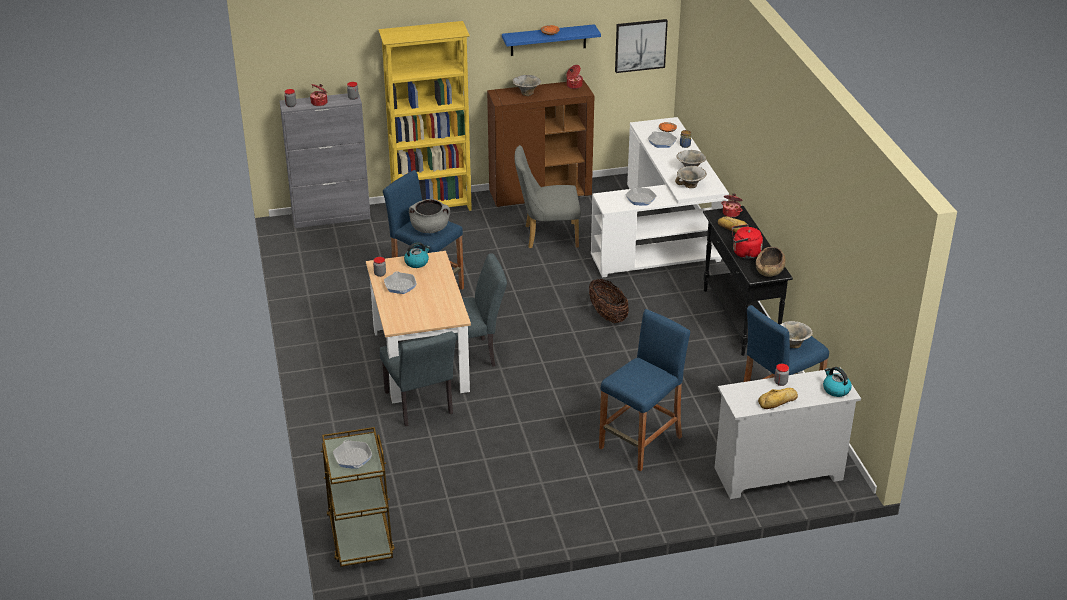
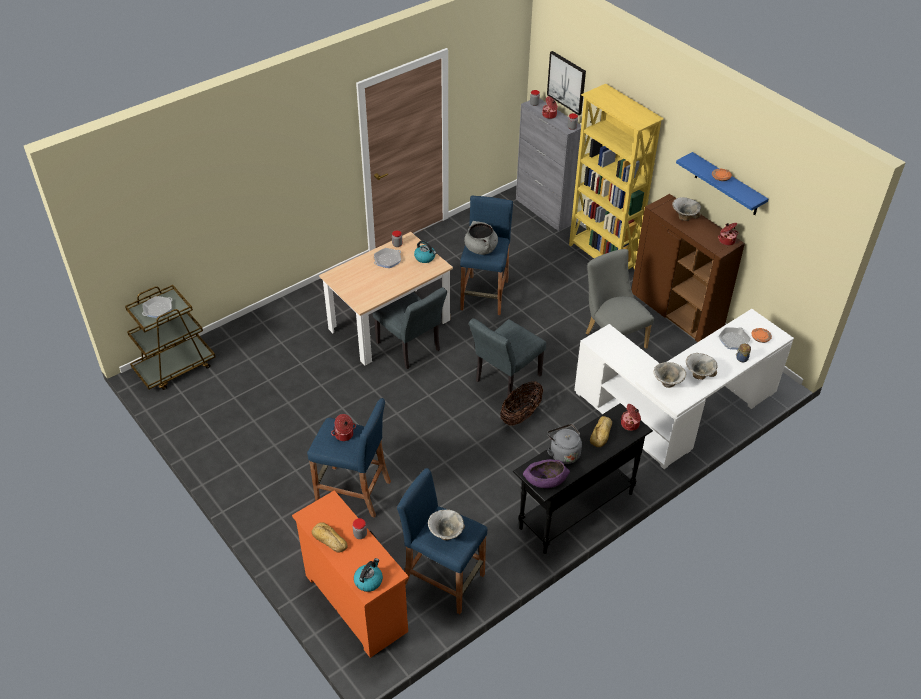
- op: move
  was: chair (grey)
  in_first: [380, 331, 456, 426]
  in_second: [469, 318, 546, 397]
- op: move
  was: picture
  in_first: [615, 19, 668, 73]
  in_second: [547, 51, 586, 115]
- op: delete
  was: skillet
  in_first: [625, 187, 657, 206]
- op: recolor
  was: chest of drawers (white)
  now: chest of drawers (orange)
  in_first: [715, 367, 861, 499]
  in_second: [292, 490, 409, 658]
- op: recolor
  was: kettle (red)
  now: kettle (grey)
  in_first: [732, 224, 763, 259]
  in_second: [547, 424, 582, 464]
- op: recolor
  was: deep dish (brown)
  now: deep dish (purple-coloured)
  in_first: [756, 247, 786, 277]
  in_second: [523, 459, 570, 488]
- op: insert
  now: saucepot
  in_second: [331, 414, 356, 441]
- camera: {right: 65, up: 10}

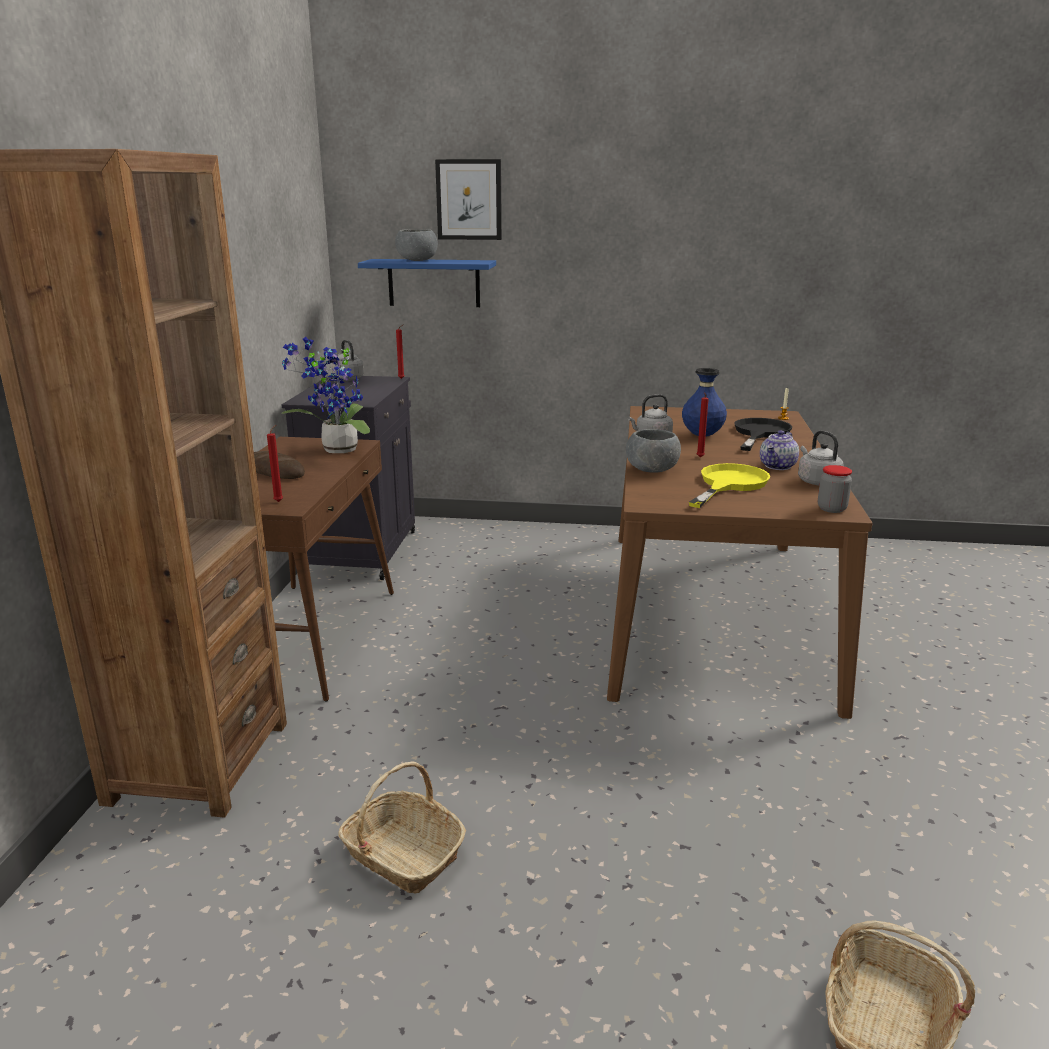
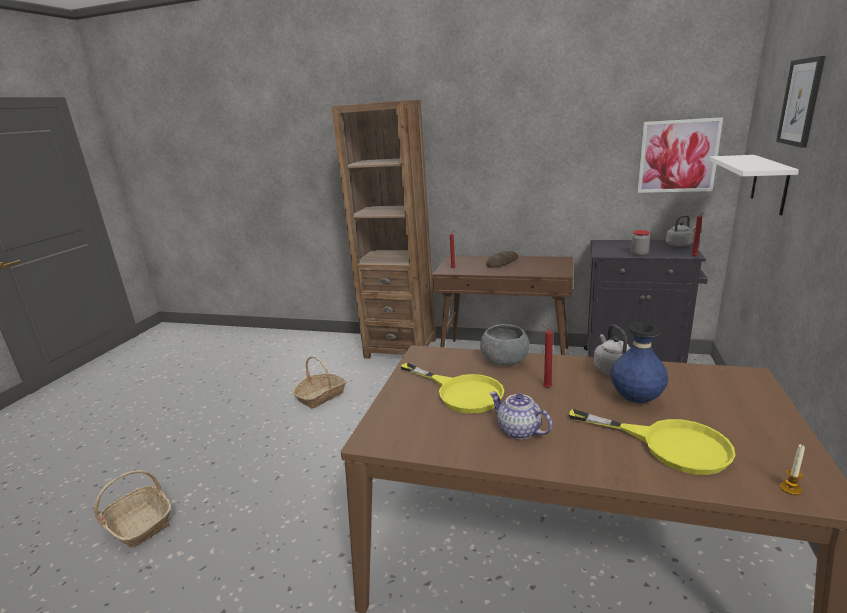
- op: delete
  was: houseplant
  in_first: [282, 337, 370, 453]
- op: recolor
  was: bracket shelf (bluish)
  now: bracket shelf (white)
  in_first: [358, 259, 496, 307]
  in_second: [709, 155, 799, 215]
- op: delete
  was: deep dish (grey)
  in_first: [395, 229, 438, 261]
- op: recolor
  was: skillet (black)
  now: skillet (yellow)
  in_first: [734, 418, 792, 451]
  in_second: [569, 409, 735, 475]
- op: delete
  was: kettle (grey)
  in_first: [798, 430, 844, 486]
- op: move
  was: jar
  in_first: [818, 465, 852, 513]
  in_second: [631, 230, 650, 256]
- op: insert
  now: picture
  in_second: [637, 117, 723, 193]
- camera: {right: 100, up: 0}

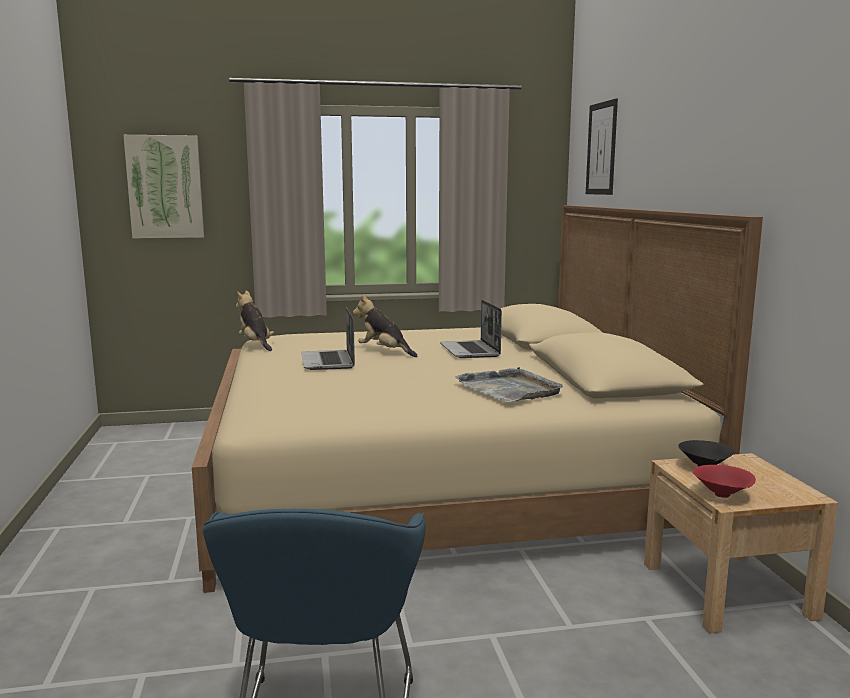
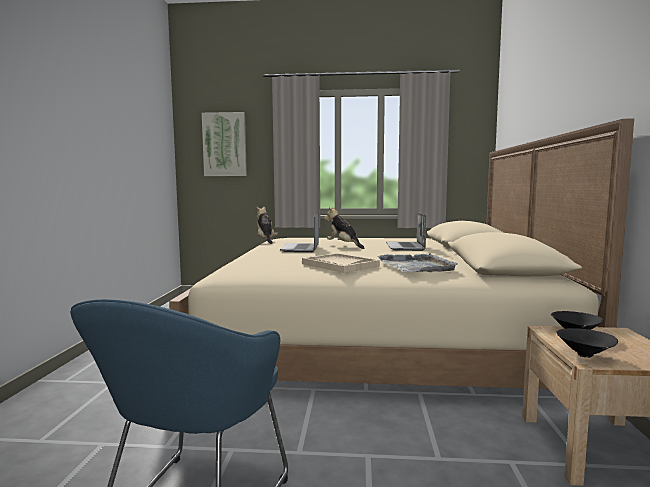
- op: delete
  was: picture
  in_first: [586, 98, 618, 195]
- op: recolor
  was: deep dish (red)
  now: deep dish (black)
  in_first: [693, 465, 756, 498]
  in_second: [556, 328, 618, 358]
- op: insert
  now: serving tray (sand-coloured)
  in_second: [302, 253, 380, 273]
- camera: {right: 15, up: -5}

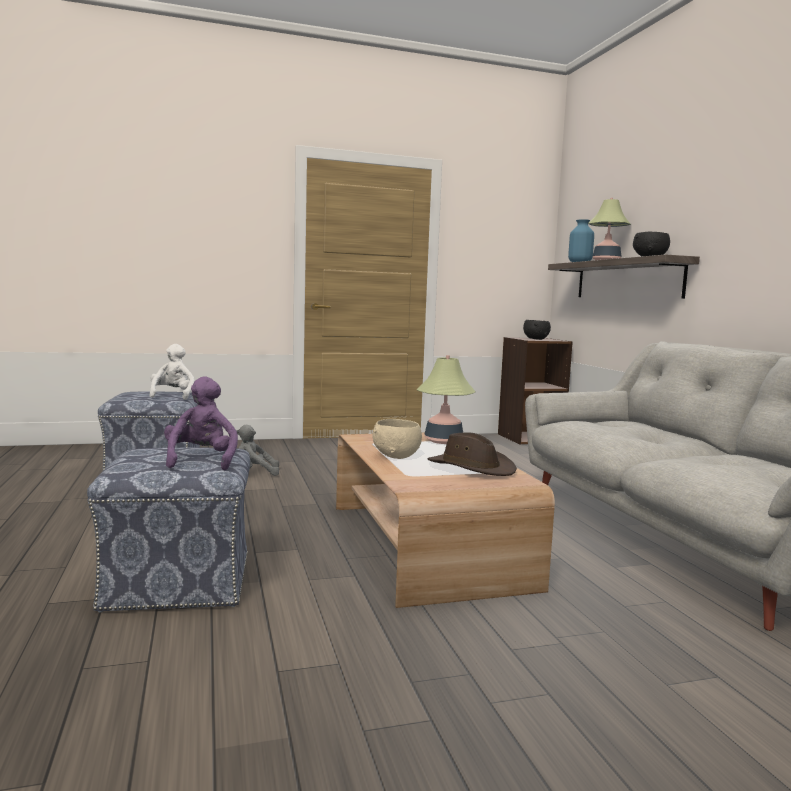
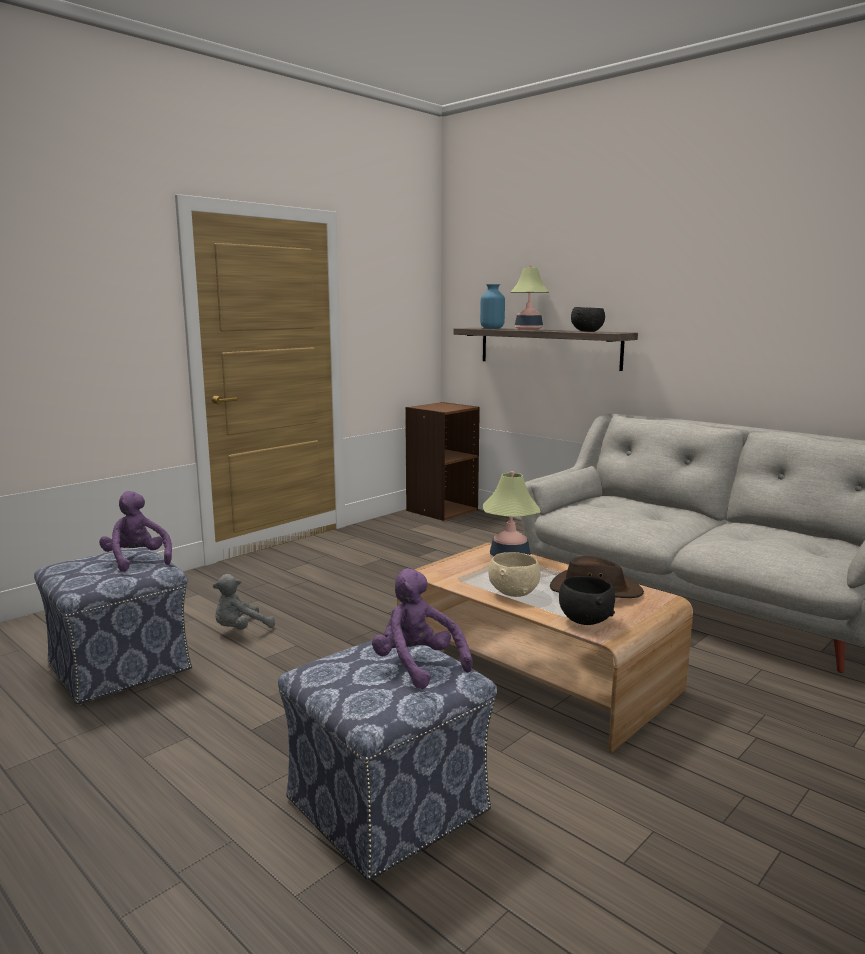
- op: recolor
  was: cuddly toy (white)
  now: cuddly toy (purple-coloured)
  in_first: [149, 344, 195, 400]
  in_second: [99, 491, 172, 572]
- op: move
  was: deep dish (black)
  in_first: [523, 320, 551, 340]
  in_second: [559, 576, 615, 625]
- camera: {right: -30, up: 5}

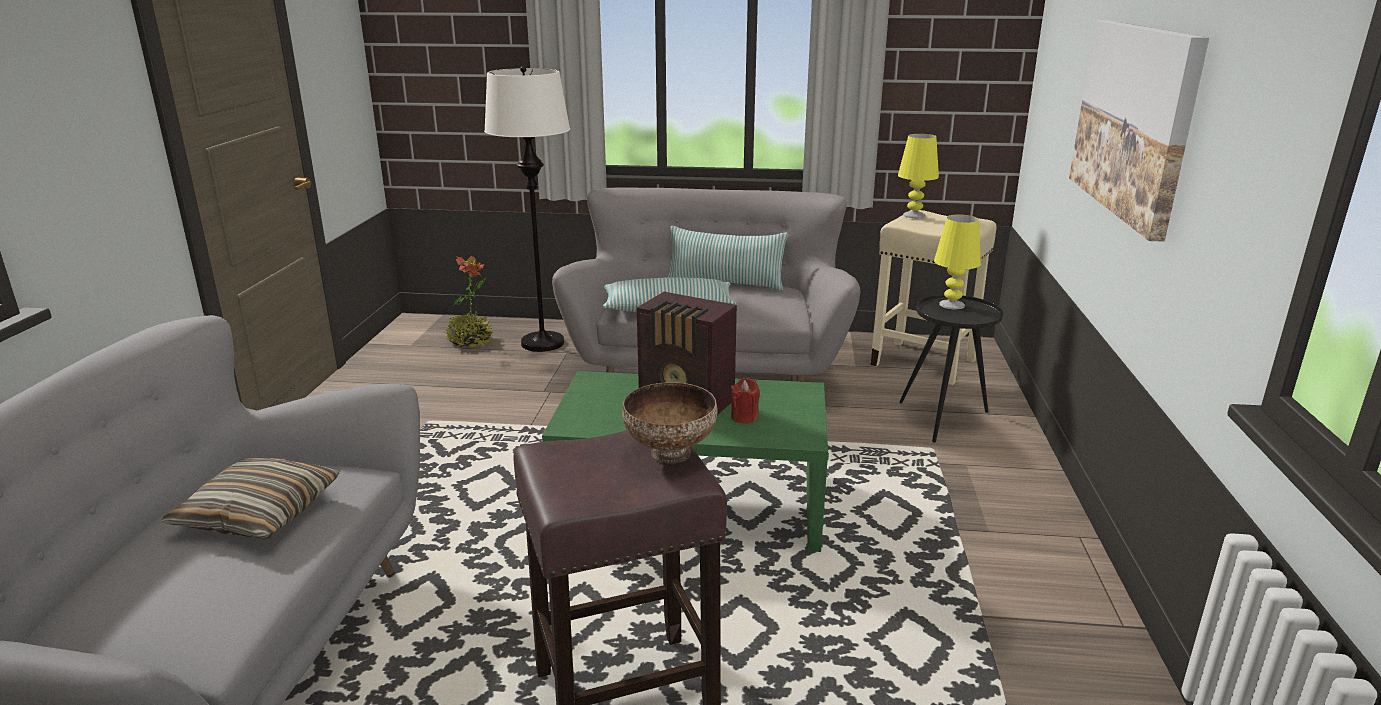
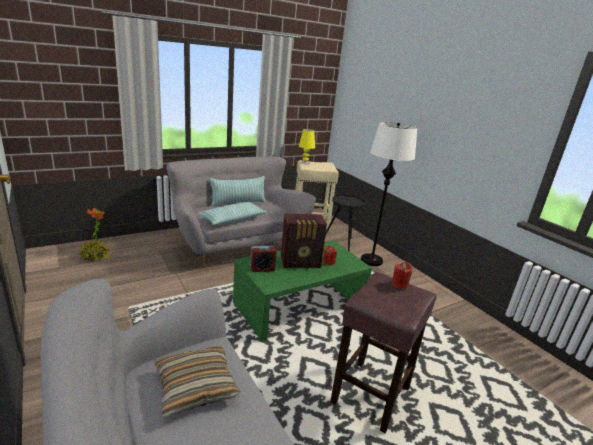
- op: move
  was: standing lamp (white)
  in_first: [484, 66, 570, 352]
  in_second: [361, 122, 417, 266]
- op: replace
  was: deep dish
  now: wax candle (red)
  in_first: [622, 382, 718, 464]
  in_second: [392, 262, 412, 289]
- op: delete
  was: tabletop lamp (yellow)
  in_first: [934, 215, 981, 309]
- op: delete
  was: picture
  in_first: [1069, 20, 1209, 242]
- op: insert
  now: table clock
  in_second: [250, 246, 277, 272]
- camera: {right: -40, up: 0}

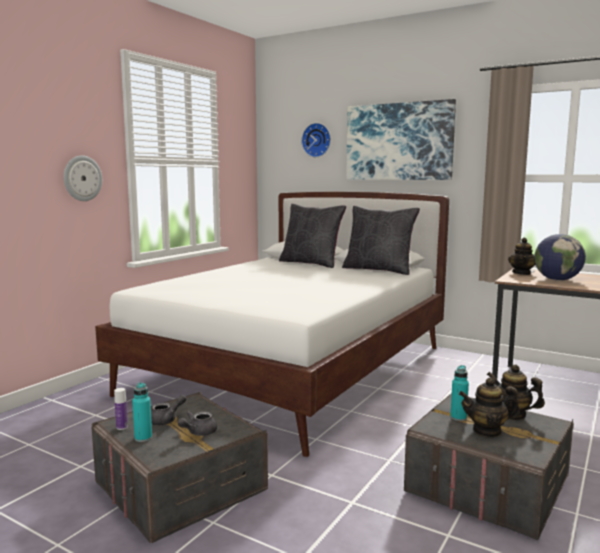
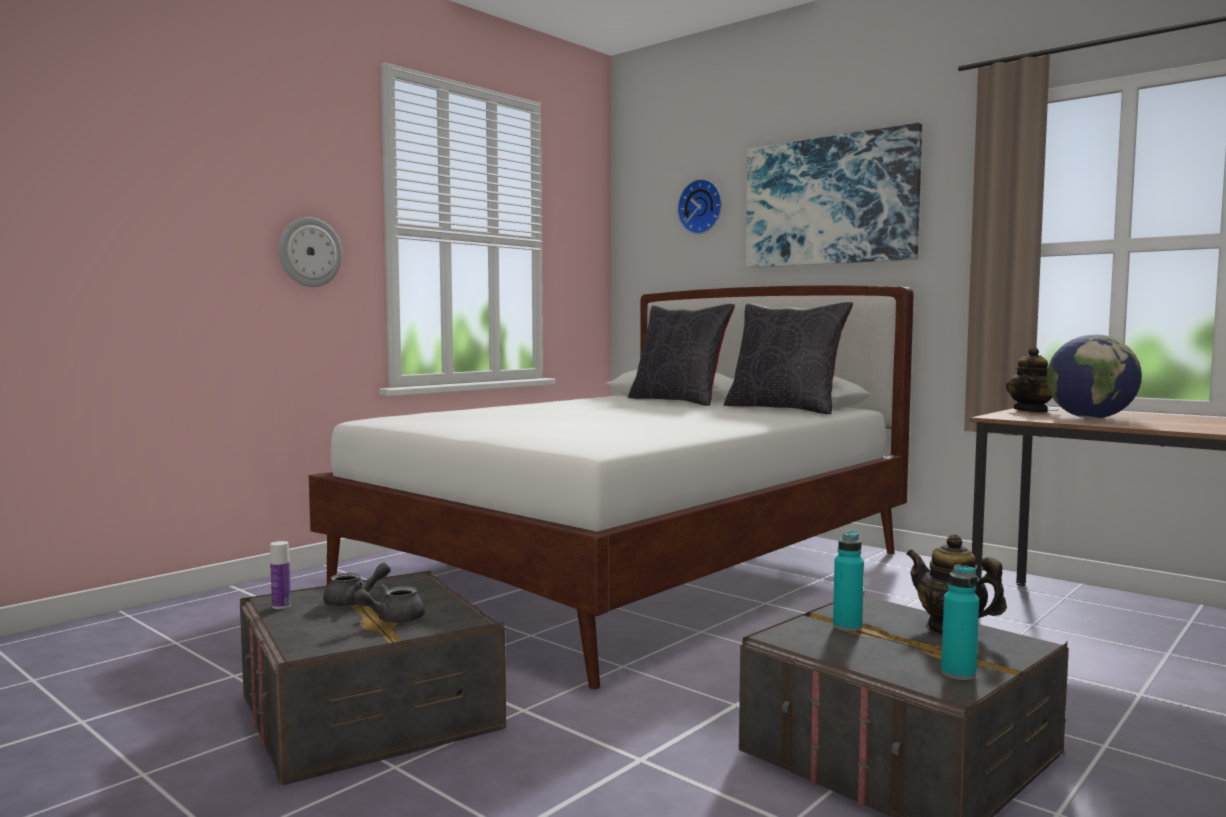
- op: move
  was: beverage bottle (turquoise)
  in_first: [132, 382, 152, 442]
  in_second: [941, 564, 979, 680]
- op: delete
  was: teapot
  in_first: [459, 377, 520, 437]
- camera: {right: 10, up: -5}

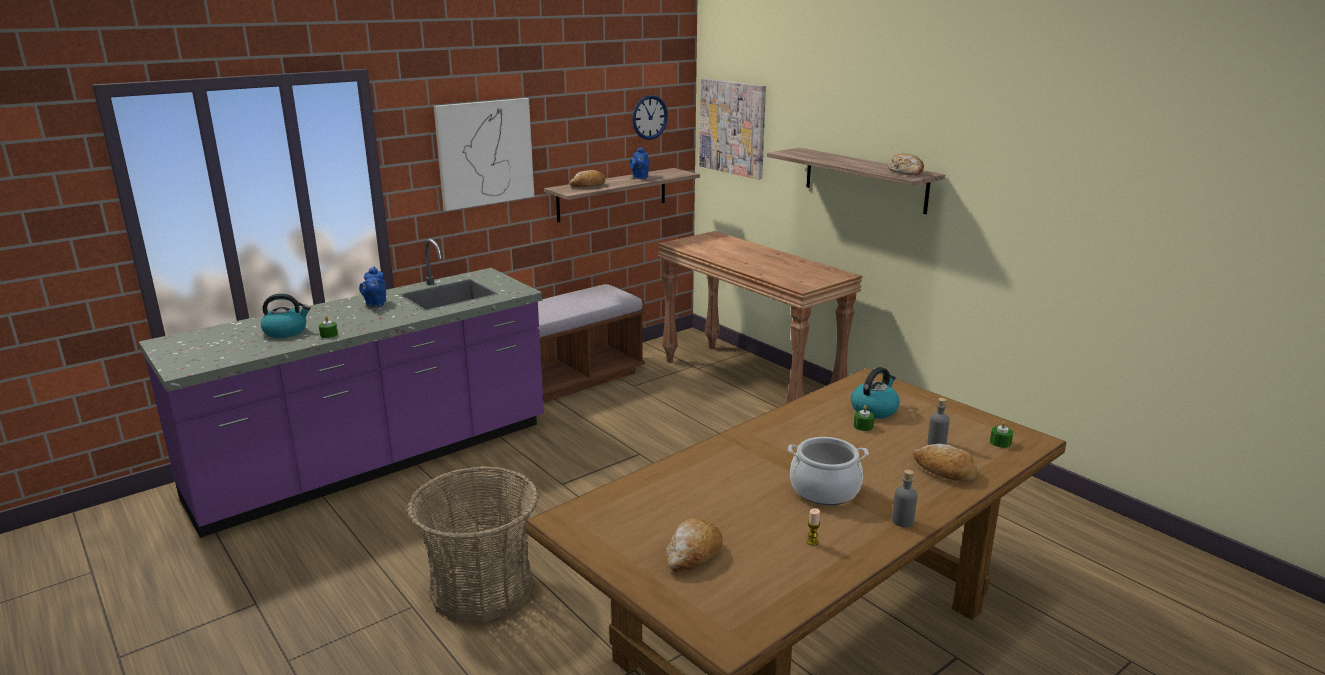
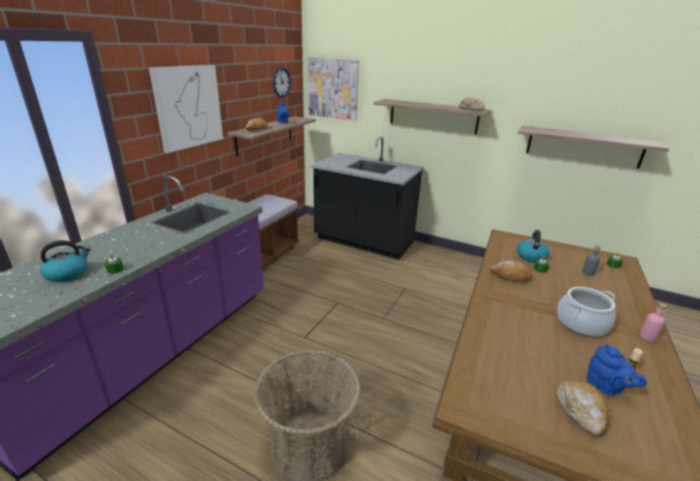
- op: move
  was: teapot (bluish)
  in_first: [359, 266, 386, 307]
  in_second: [586, 344, 647, 396]
- op: replace
  was: narrow table (brown)
  now: kitchen base unit (black)
  in_first: [658, 231, 862, 404]
  in_second: [311, 136, 424, 260]
- op: recolor
  was: beverage bottle (grey)
  now: beverage bottle (pinkish)
  in_first: [892, 469, 917, 527]
  in_second: [639, 303, 667, 341]
- op: move
  was: baked bread
  in_first: [913, 443, 979, 481]
  in_second: [490, 261, 532, 282]
- op: insert
  now: bracket shelf
  in_second: [518, 126, 669, 168]
- camera: {right: -25, up: 5}

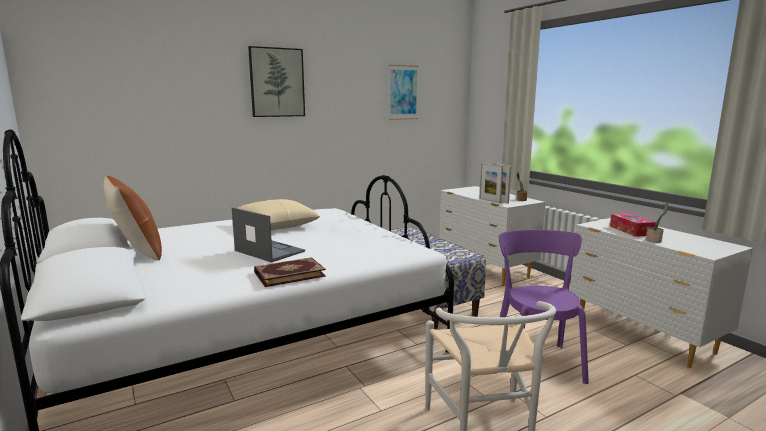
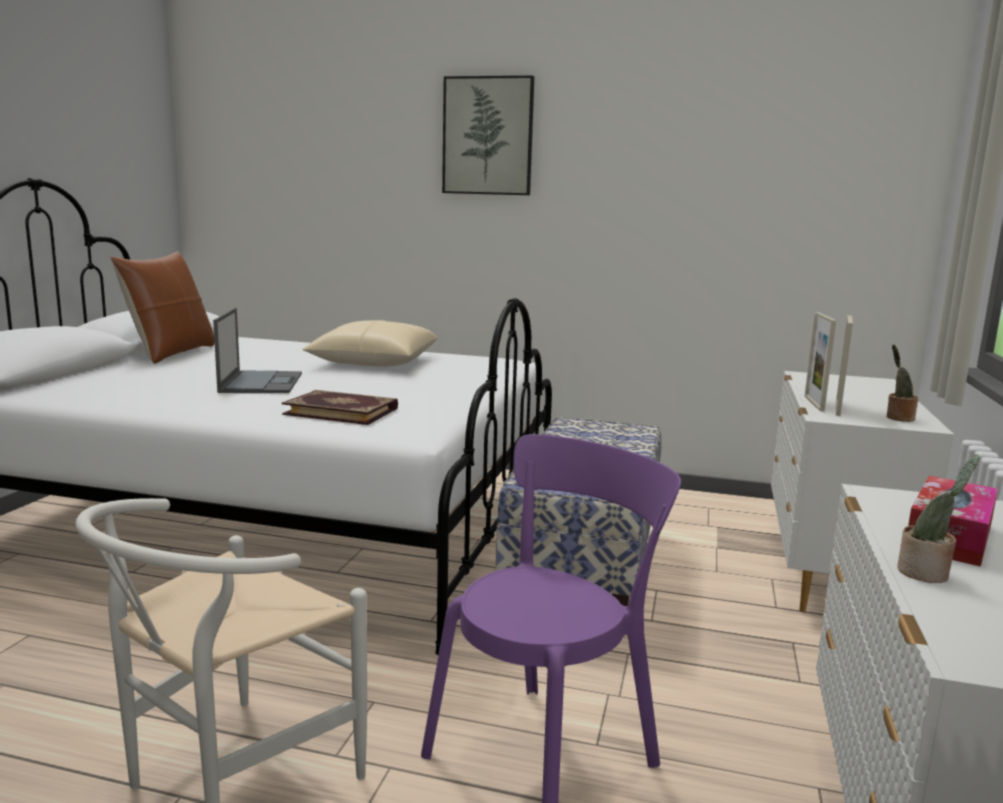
- op: move
  was: book
  in_first: [254, 257, 326, 287]
  in_second: [282, 390, 398, 425]
- op: delete
  was: picture
  in_first: [389, 65, 419, 120]
- camera: {right: 45, up: 0}

